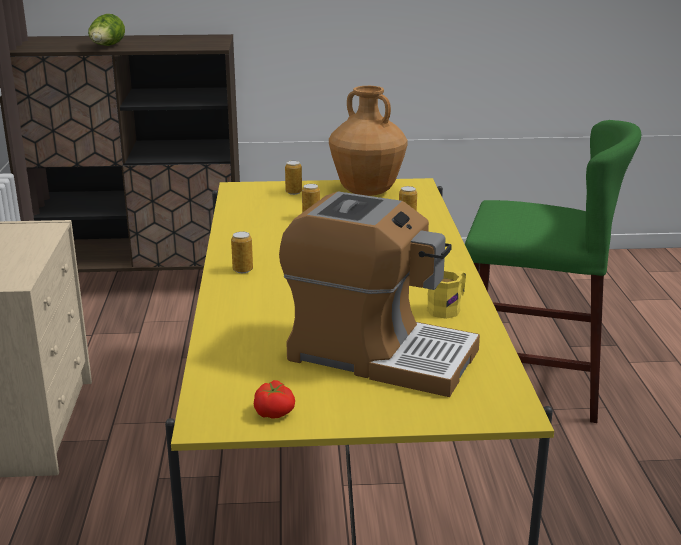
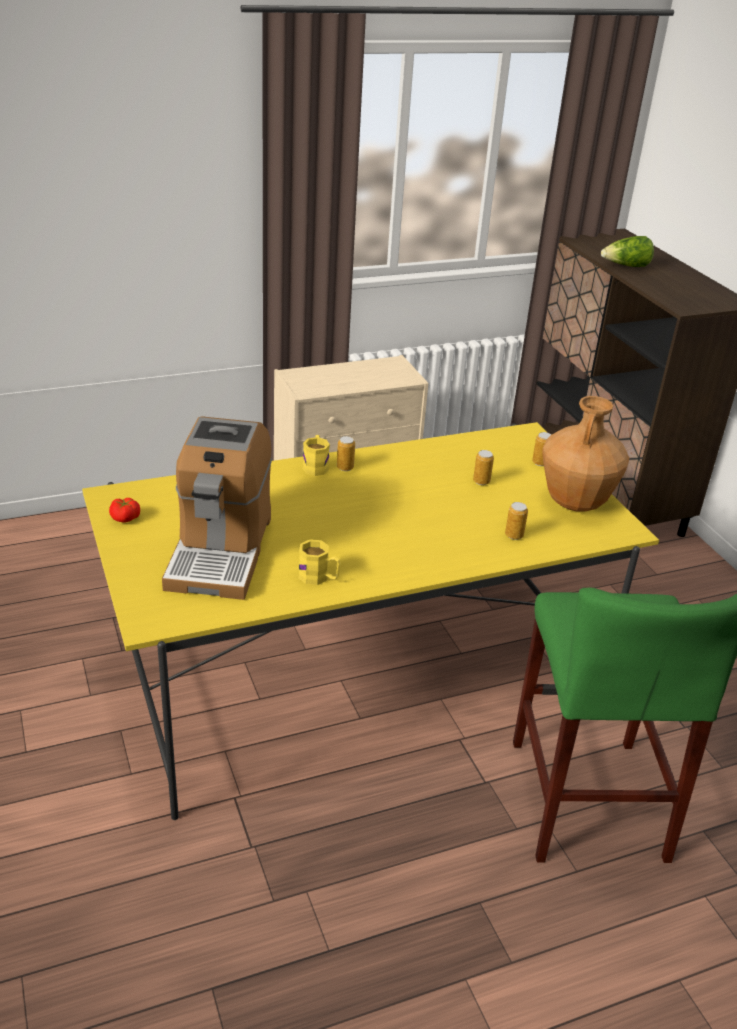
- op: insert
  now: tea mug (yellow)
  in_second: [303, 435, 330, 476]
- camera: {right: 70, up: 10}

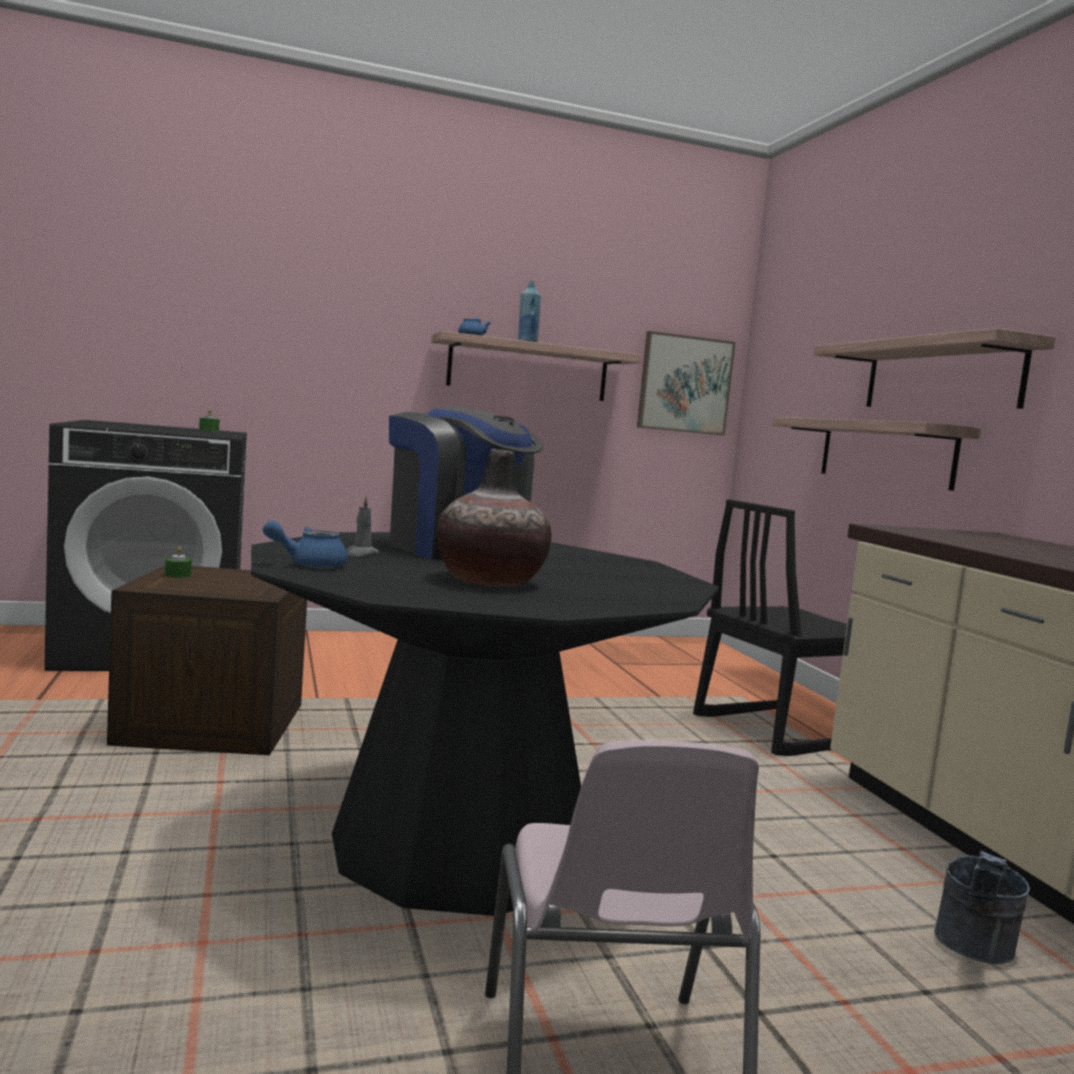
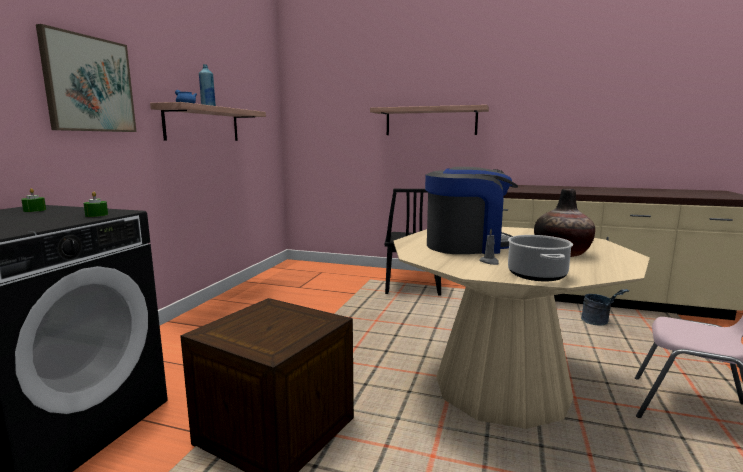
- op: move
  was: wax candle (green-coloured)
  in_first: [165, 546, 192, 578]
  in_second: [83, 192, 108, 217]
- op: recolor
  was: dinner table (black)
  now: dinner table (sand-coloured)
  in_first: [251, 532, 719, 916]
  in_second: [393, 227, 650, 429]
- op: replace
  was: teapot (bluish)
  now: saucepot
  in_first: [263, 520, 348, 569]
  in_second: [508, 235, 573, 282]
- op: move
  was: picture
  in_first: [637, 331, 735, 436]
  in_second: [36, 24, 136, 132]
- op: delete
  was: bracket shelf
  in_first: [772, 417, 981, 491]
- camera: {right: -55, up: 5}

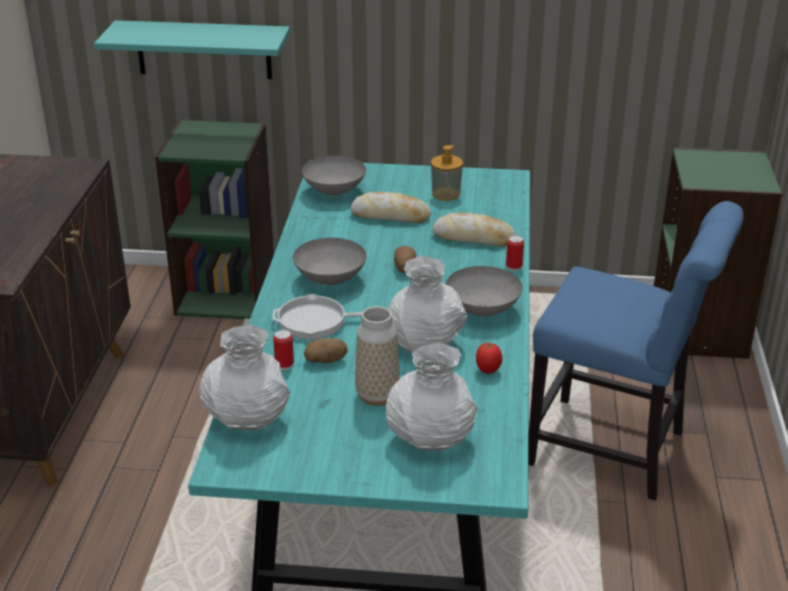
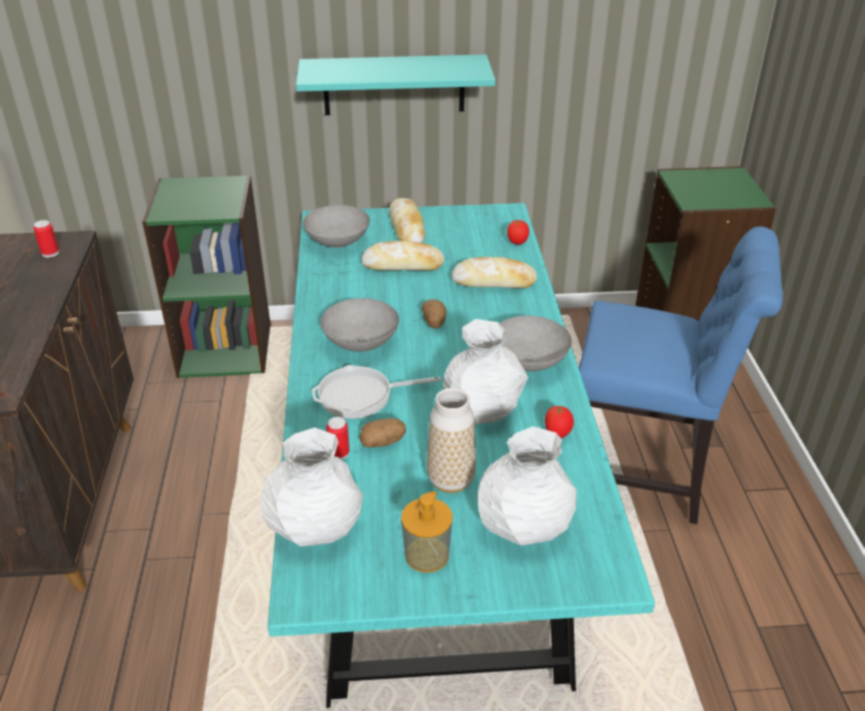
- op: move
  was: bracket shelf (turquoise)
  in_first: [94, 20, 290, 79]
  in_second: [296, 54, 495, 115]
- op: move
  was: liquid soap bottle
  in_first: [431, 145, 463, 201]
  in_second: [401, 491, 453, 573]
- op: move
  was: metal can
  in_first: [506, 235, 524, 271]
  in_second: [33, 220, 59, 257]
- op: insert
  now: baked bread
  in_second: [389, 198, 425, 243]
- op: insert
  now: fresh tomato
  in_second: [507, 220, 529, 245]
- camera: {right: -10, up: 5}

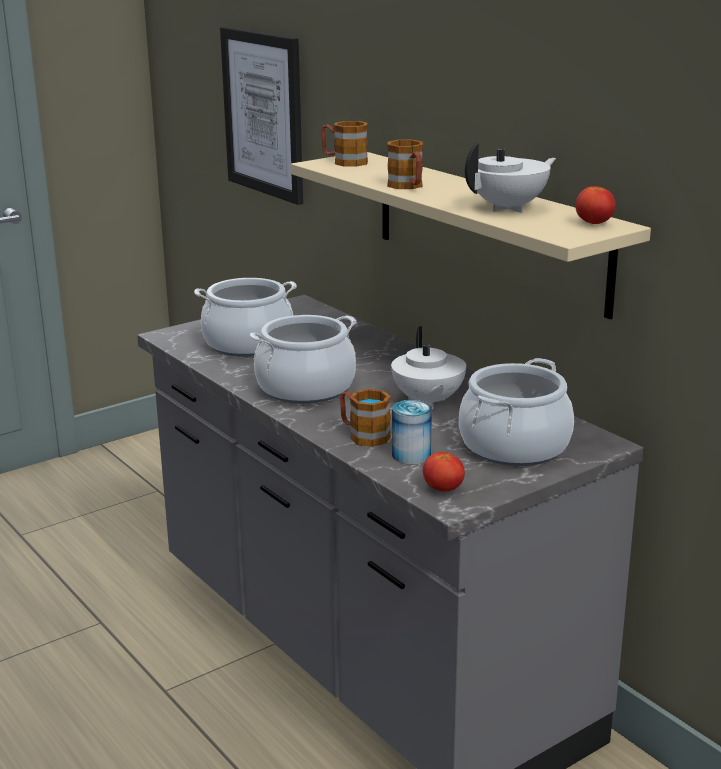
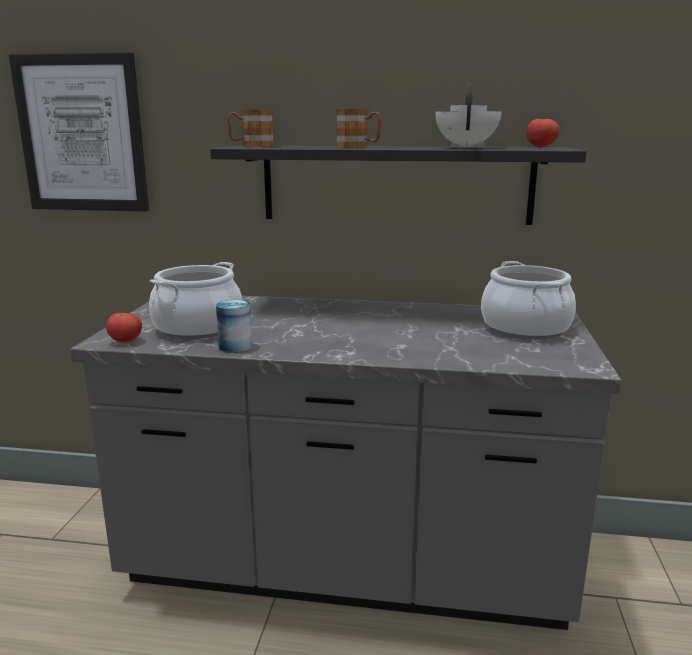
- op: delete
  was: saucepot
  in_first: [250, 315, 357, 404]
- op: recolor
  was: bracket shelf (sand-coloured)
  now: bracket shelf (black)
  in_first: [291, 152, 651, 319]
  in_second: [210, 145, 587, 225]
- op: delete
  was: tea mug
  in_first: [340, 389, 391, 447]
- op: delete
  was: teapot (white)
  in_first: [391, 326, 466, 409]
- op: move
  was: metal can
  in_first: [392, 400, 432, 464]
  in_second: [216, 299, 252, 352]
- op: move
  was: fresh tomato
  in_first: [423, 452, 465, 492]
  in_second: [106, 313, 142, 342]
- camera: {right: -45, up: -5}

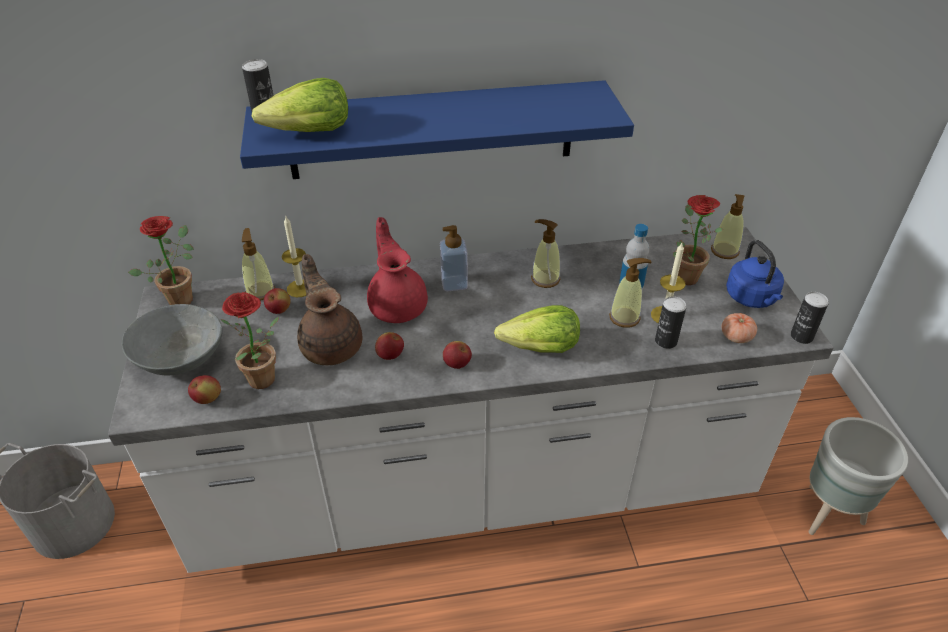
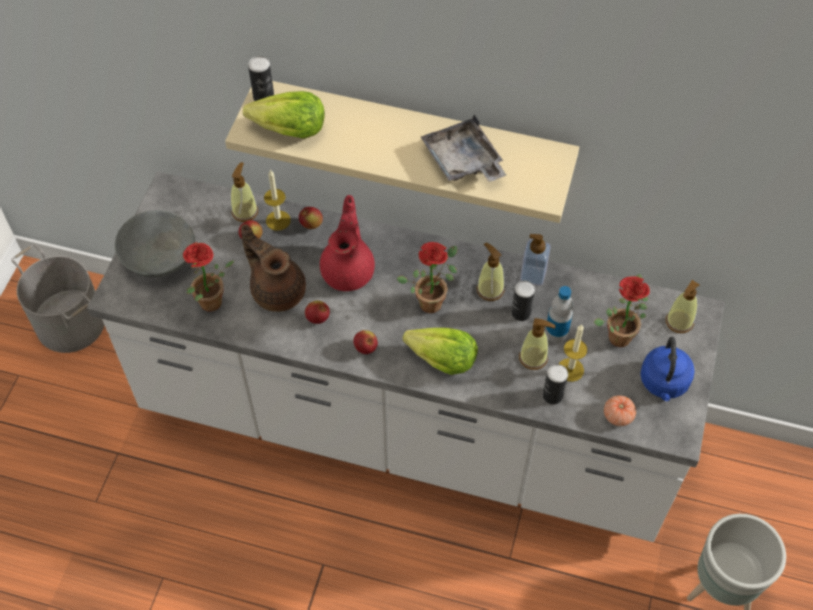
- op: move
  was: houseplant
  in_first: [128, 216, 194, 305]
  in_second: [396, 242, 457, 313]
- op: move
  was: apple fruit
  in_first: [188, 375, 221, 404]
  in_second: [299, 207, 323, 229]
- op: recolor
  was: bracket shelf (bluish)
  now: bracket shelf (sand-coloured)
  in_first: [240, 80, 634, 179]
  in_second: [225, 81, 579, 223]
- op: rotate
  was: teapot (brown)
  in_first: [297, 254, 363, 365]
  in_second: [241, 224, 306, 312]
  clockwise: -45
- op: move
  was: liquid soap bottle
  in_first: [440, 225, 468, 291]
  in_second: [520, 234, 551, 286]
- op: move
  was: metal can
  in_first: [791, 292, 829, 344]
  in_second: [511, 281, 535, 321]
- op: insert
  now: serving tray (grey)
  in_second: [421, 114, 506, 182]
- camera: {right: 25, up: 15}

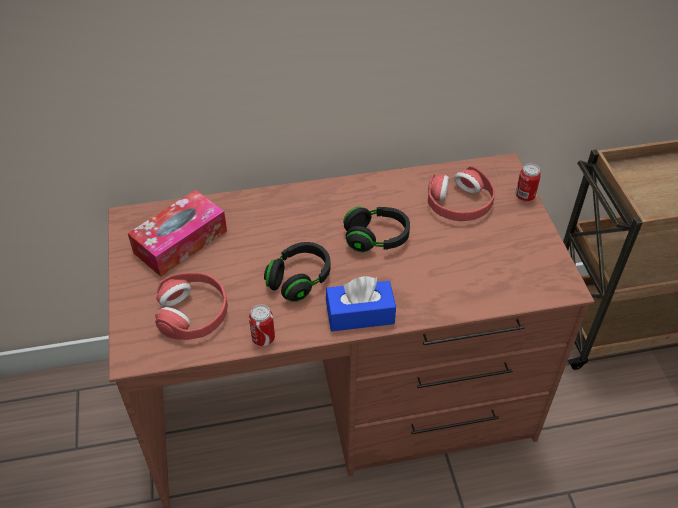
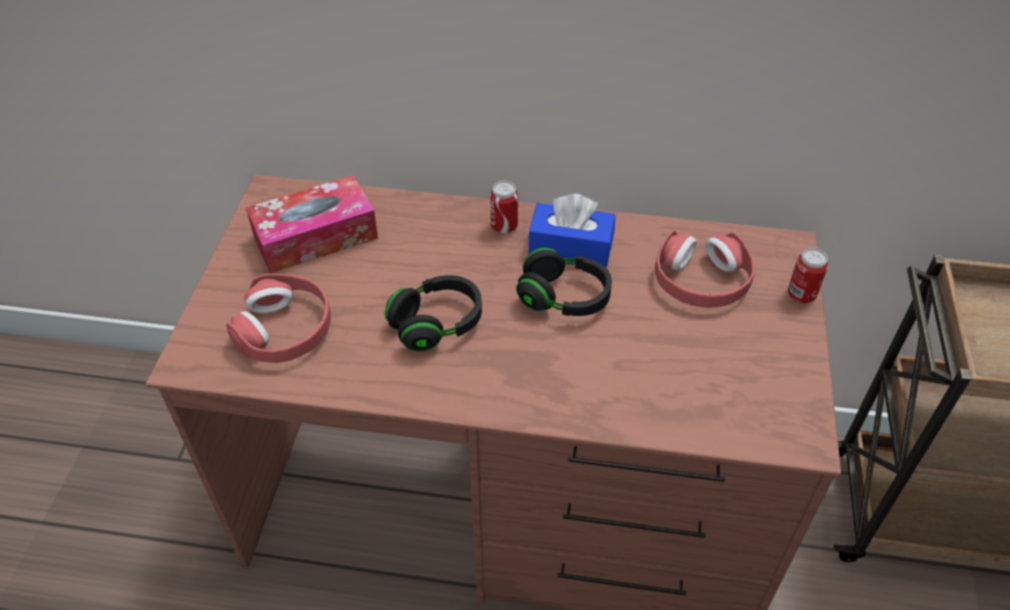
- op: move
  was: metal can
  in_first: [249, 305, 275, 346]
  in_second: [490, 181, 518, 233]
- op: move
  was: tissue box (bluish)
  in_first: [326, 276, 396, 331]
  in_second: [528, 194, 615, 267]
- camera: {right: 20, up: 0}

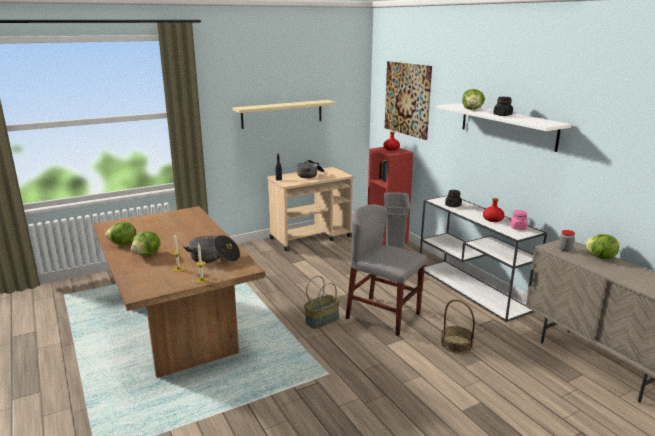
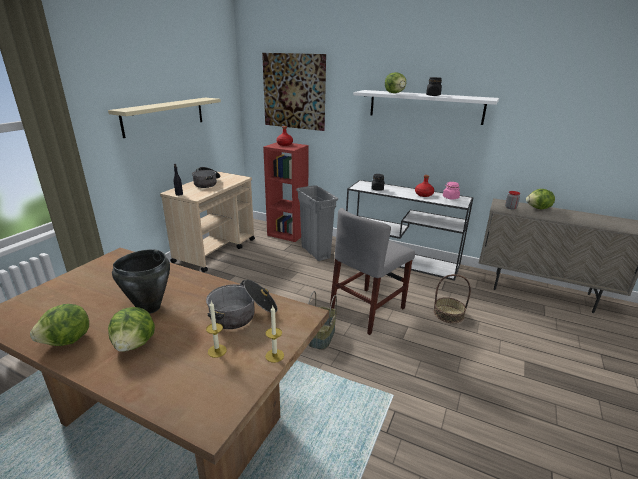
- op: rotate
  was: chair (grey)
  in_first: [346, 205, 427, 336]
  in_second: [330, 208, 415, 335]
  clockwise: -45
- op: insert
  now: saucepot (black)
  in_second: [112, 249, 170, 313]
- camera: {right: -35, up: 5}

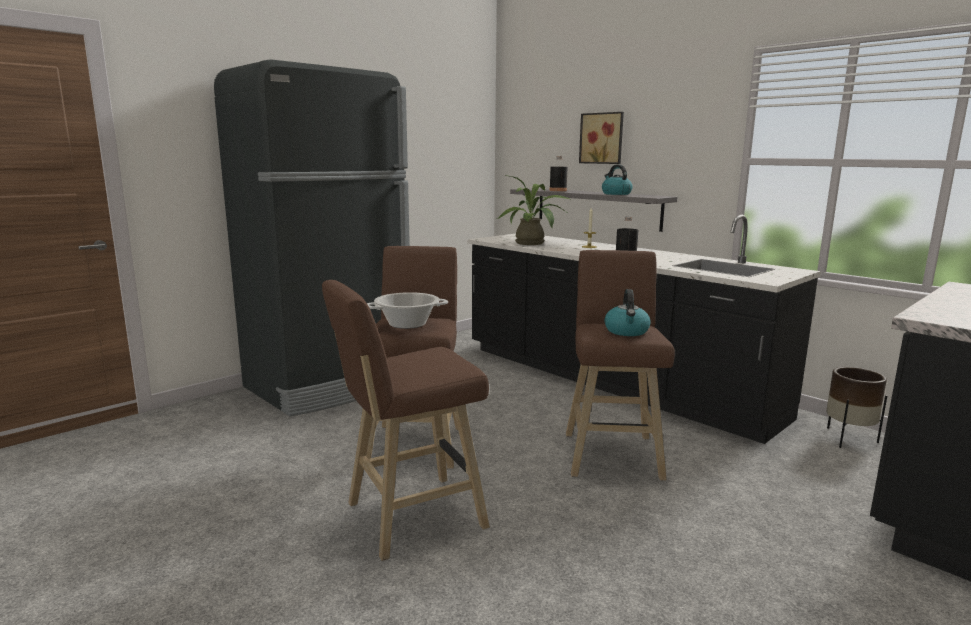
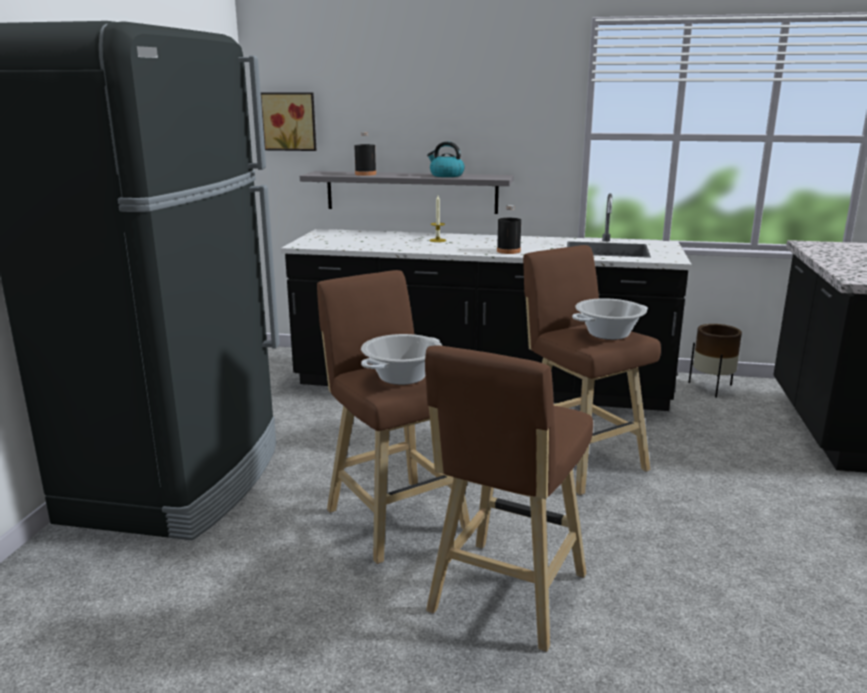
- op: delete
  was: houseplant
  in_first: [497, 175, 570, 245]
- op: move
  was: picture
  in_first: [579, 112, 624, 164]
  in_second: [261, 93, 317, 151]
- op: replace
  was: kettle
  now: saucepot
  in_first: [605, 289, 650, 336]
  in_second: [572, 298, 648, 340]
- camera: {right: -35, up: 5}

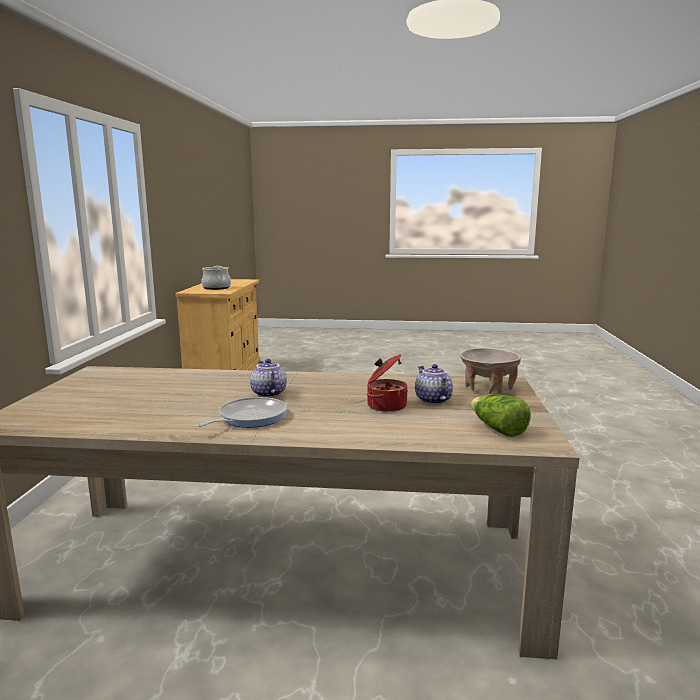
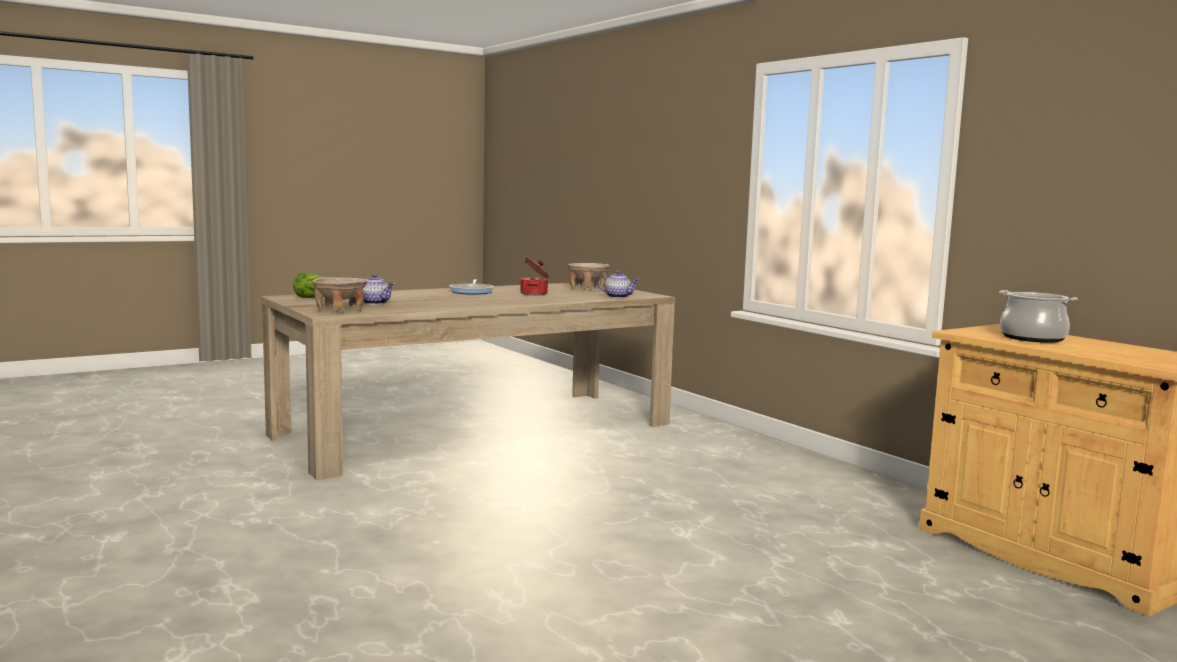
- op: move
  was: teapot
  in_first: [250, 359, 287, 397]
  in_second: [598, 271, 639, 298]
- op: move
  was: saucepot
  in_first: [367, 354, 408, 412]
  in_second: [519, 258, 549, 295]
- op: insert
  now: deep dish (sand-coloured)
  in_second: [568, 263, 609, 291]
- camera: {right: 140, up: -5}

